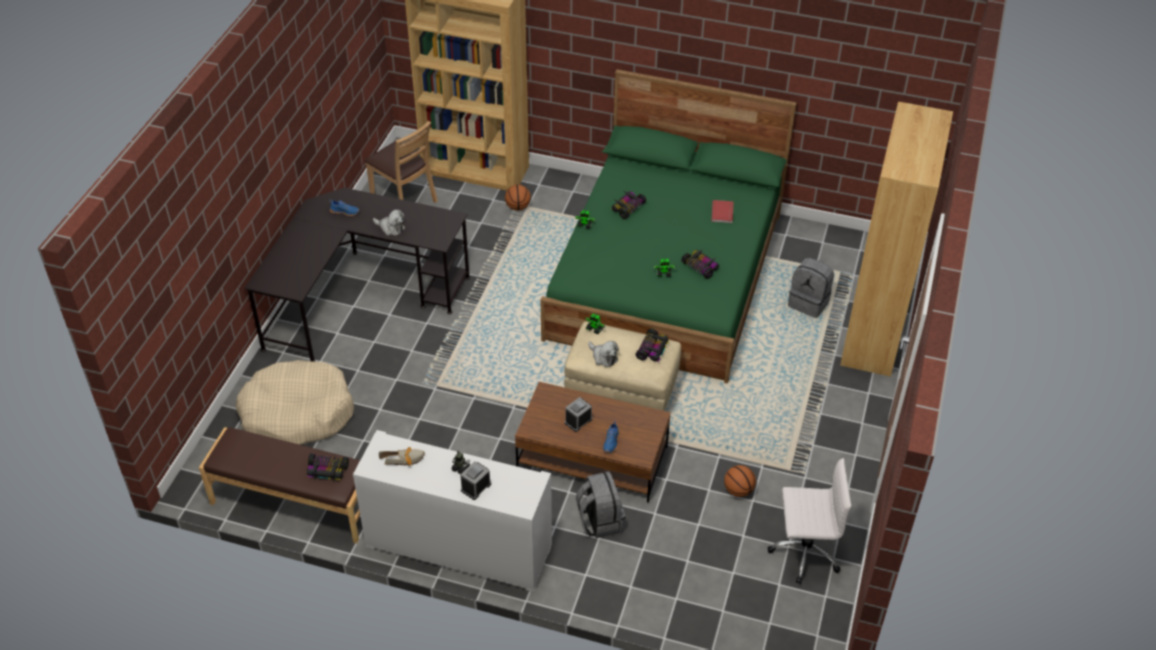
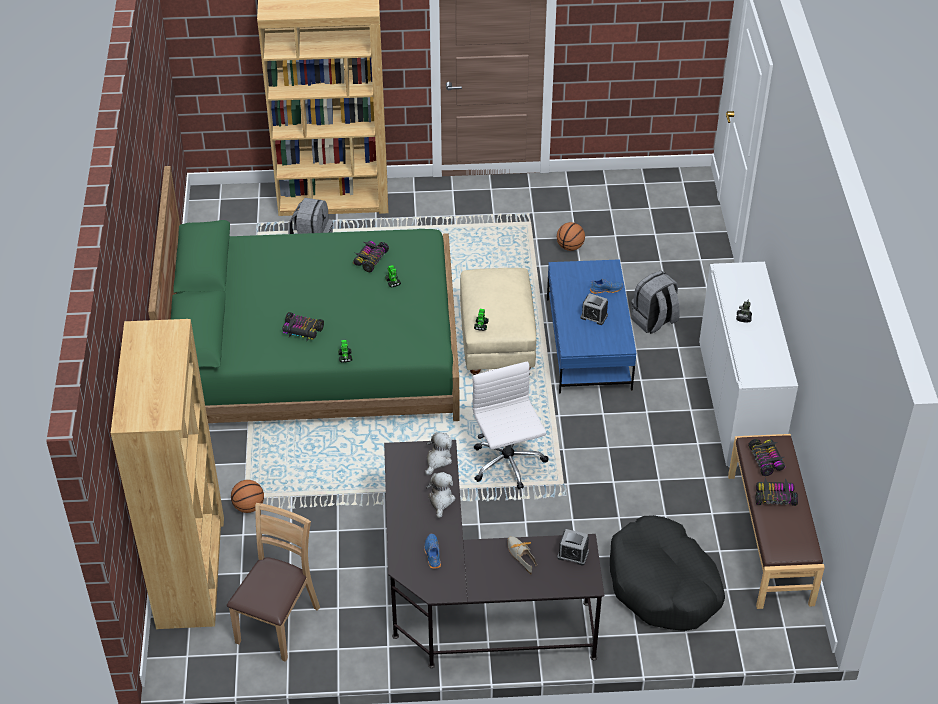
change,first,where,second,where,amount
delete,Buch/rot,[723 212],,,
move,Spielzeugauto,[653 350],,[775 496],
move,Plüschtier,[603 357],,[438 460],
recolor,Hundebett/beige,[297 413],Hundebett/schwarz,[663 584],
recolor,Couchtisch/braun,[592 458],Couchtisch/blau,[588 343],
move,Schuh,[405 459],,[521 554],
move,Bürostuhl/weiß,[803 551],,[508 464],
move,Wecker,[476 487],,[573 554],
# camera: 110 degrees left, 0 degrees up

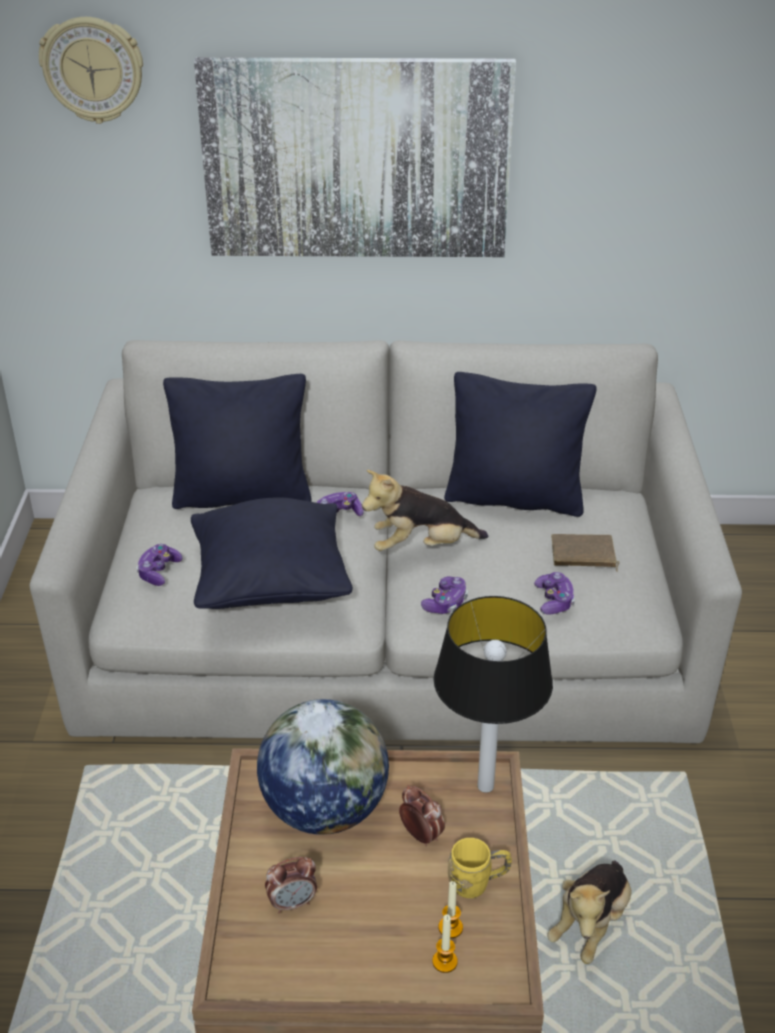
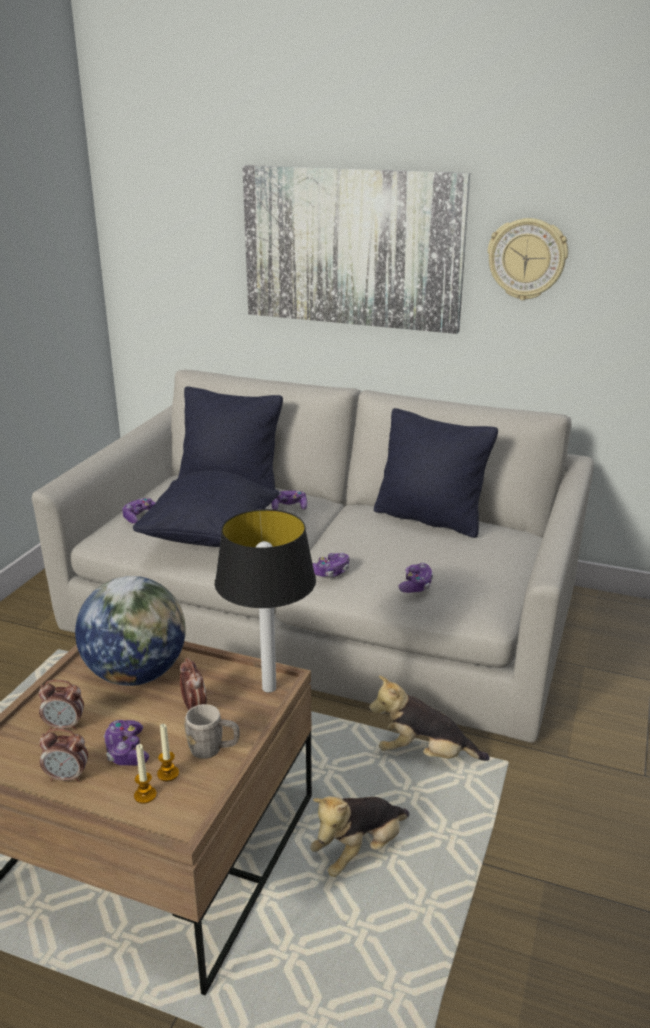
change,first,where,second,where,amount
move,Wanduhr,[93 69],,[527 259],
move,Plüschtier,[421 547],,[424 754],
delete,Buch/braun,[582 555],,,
recolor,Henkelbecher/gelb,[478 883],Henkelbecher/grau,[213 750],
insert,,,Gamepad,[126 751],
insert,,,Wecker,[67 777],
# camera: 20 degrees right, 10 degrees down

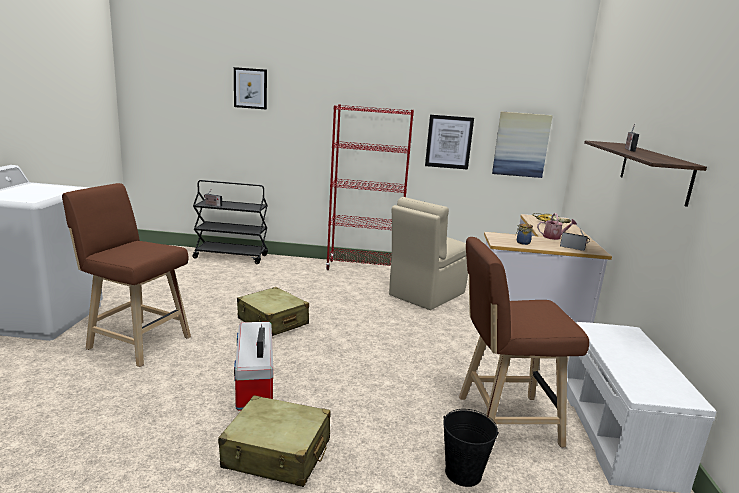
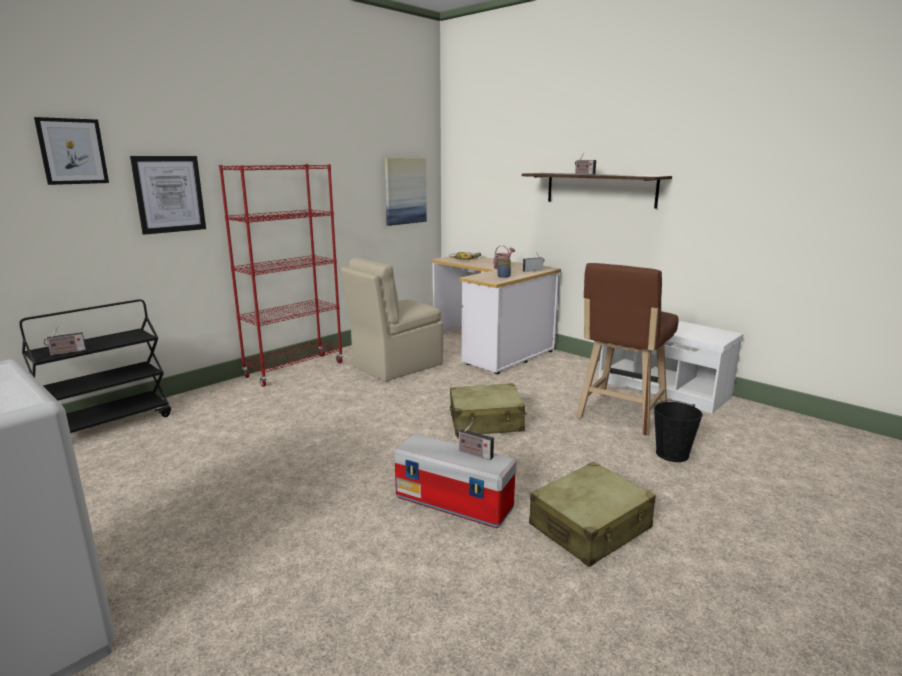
change,first,where,second,where,amount
move,Bild,[449 142],,[169 194],
delete,Hocker/braun,[136 341],,,
rotate,Stuhl/beige,[425 294],,[395 366],60 degrees clockwise
move,Koffer/beige,[272 322],,[486 422],
# camera: 50 degrees left, 0 degrees up

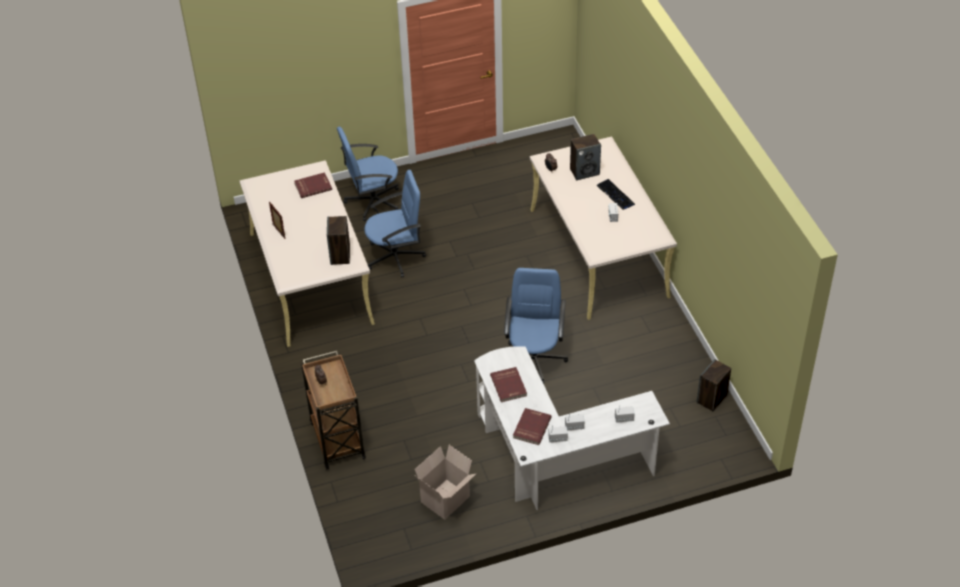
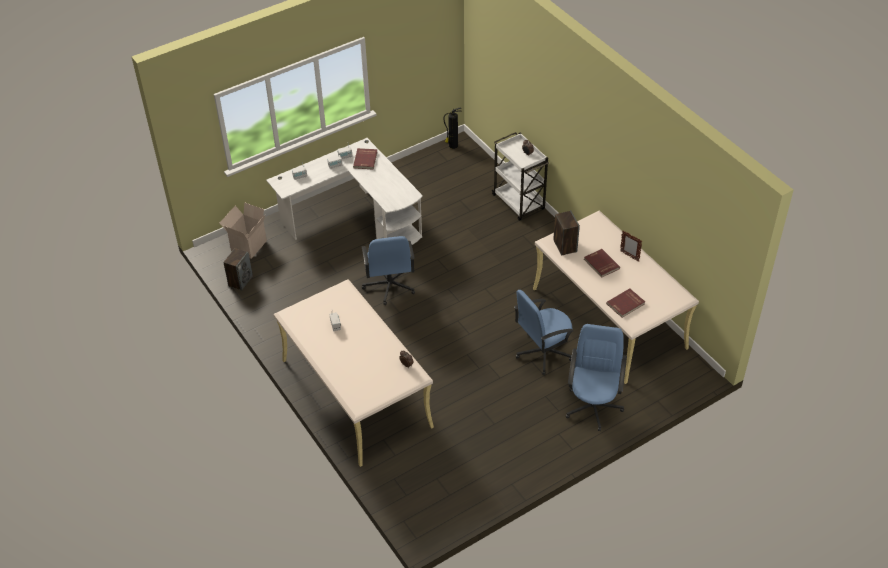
change,first,where,second,where,amount
rotate,Bürostuhl/blau,[372 201],,[593 406],45 degrees counterclockwise
delete,Lautsprecher,[584 171],,,
delete,Tastatur,[615 195],,,
recolor,Rollwagen/braun,[337 439],Rollwagen/weiß,[519 203],
move,Buch/rot,[509 385],,[601 264],
move,Karton,[446 500],,[248 245],
insert,,,Feuerlöscher,[452 146],
# camera: 165 degrees right, 0 degrees up

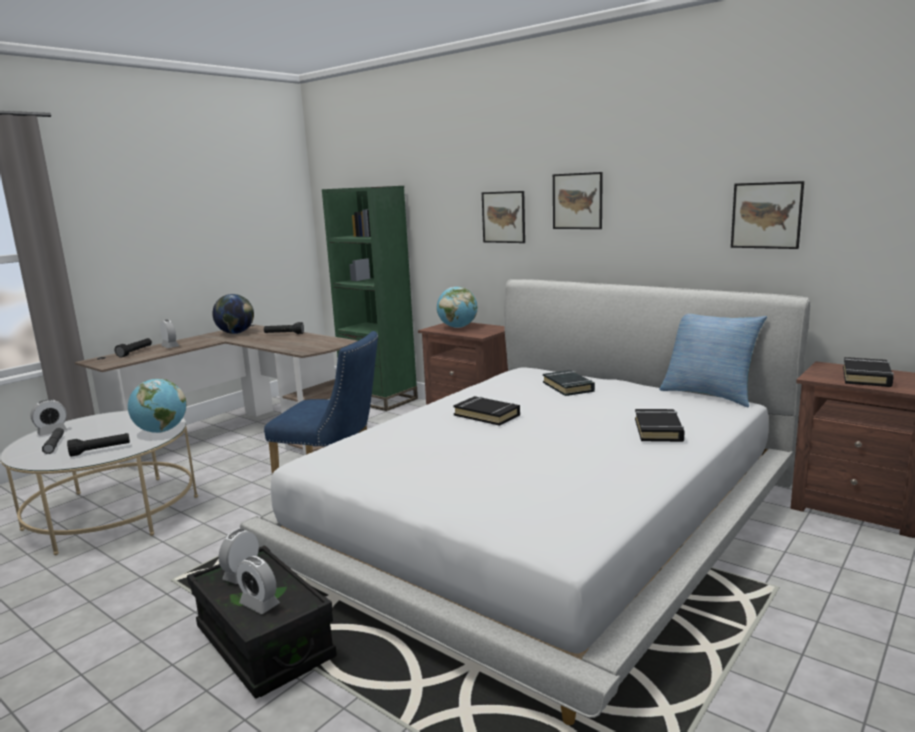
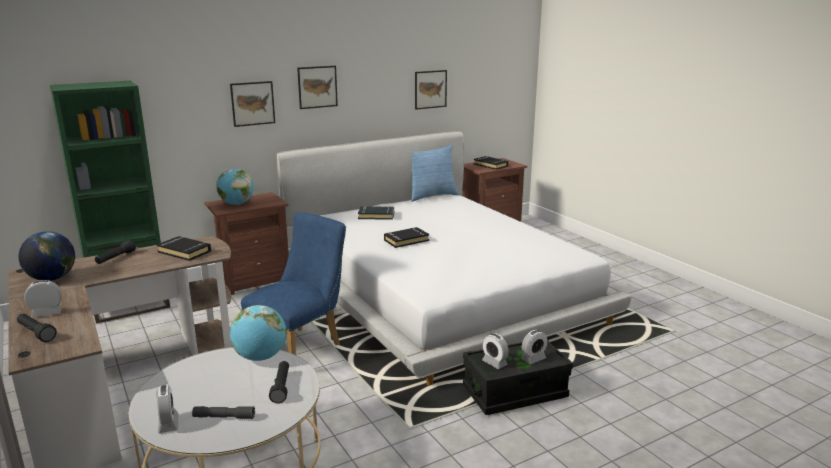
change,first,where,second,where,amount
move,Buch/schwarz,[658 430],,[185 252],
# camera: 70 degrees left, 5 degrees up

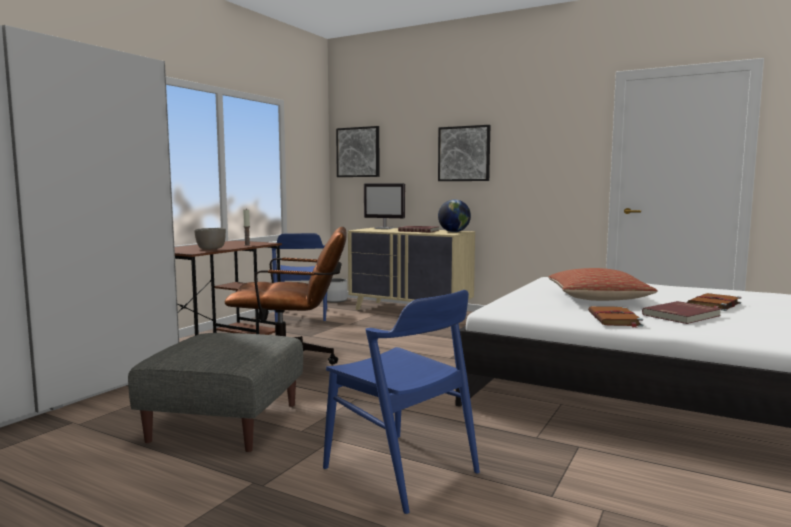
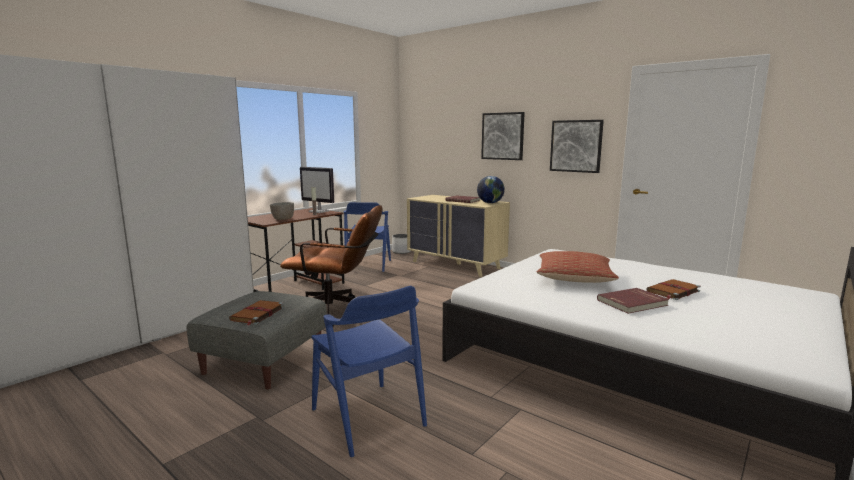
change,first,where,second,where,amount
move,Bild,[358 152],,[576 146],
move,Monitor,[384 228],,[319 211],
move,Buch/braun,[614 319],,[257 314],
# camera: 10 degrees right, 5 degrees up

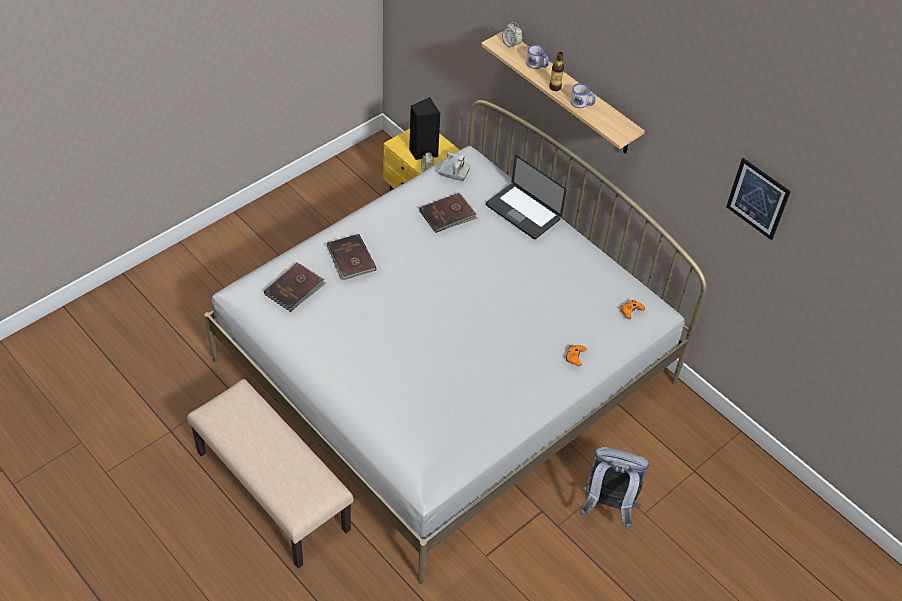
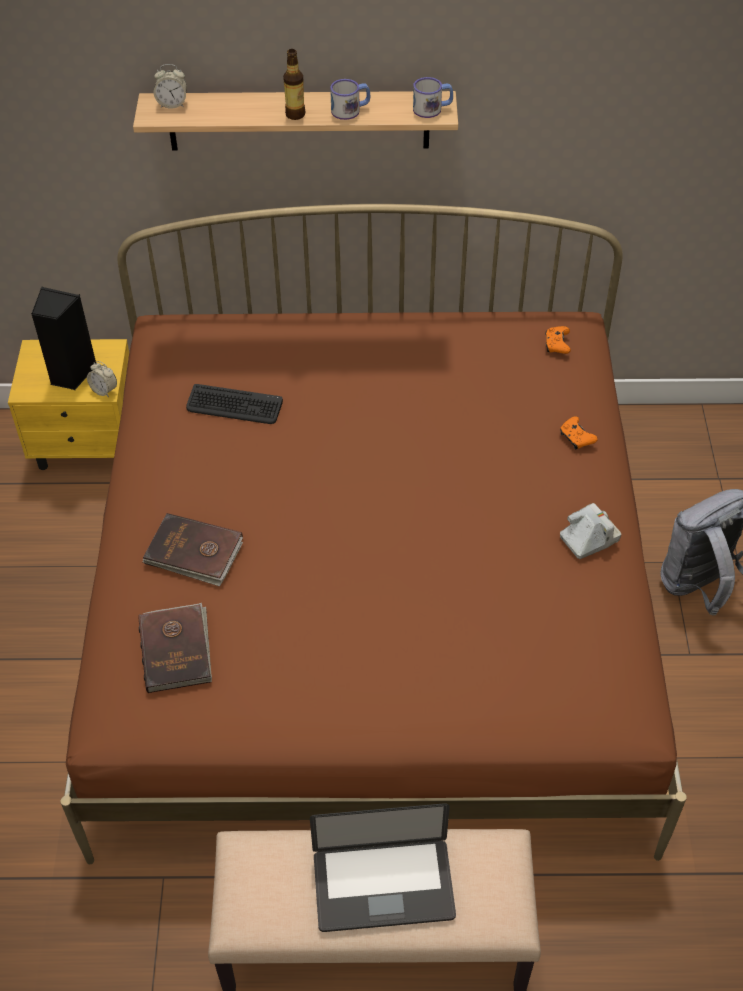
change,first,where,second,where,amount
move,Henkelbecher,[537 64],,[432 109],
recolor,Bett/weiß,[446 371],Bett/braun,[372 607],
move,Kamera,[453 172],,[589 539],
move,Laptop,[523 212],,[383 886],
delete,Bild,[758 198],,,
replace,Buch/braun,[448 215],Tastatur,[234 405],
# camera: 45 degrees left, 0 degrees up

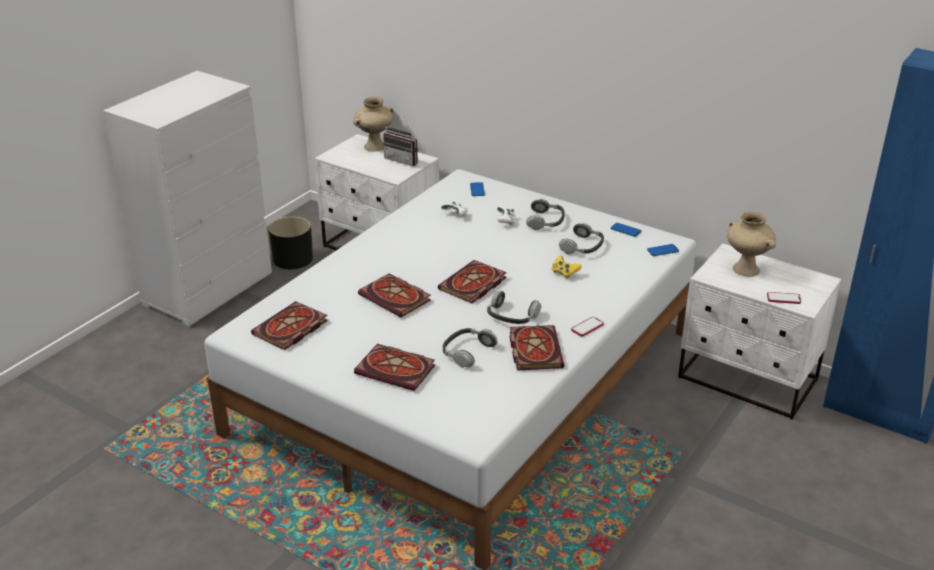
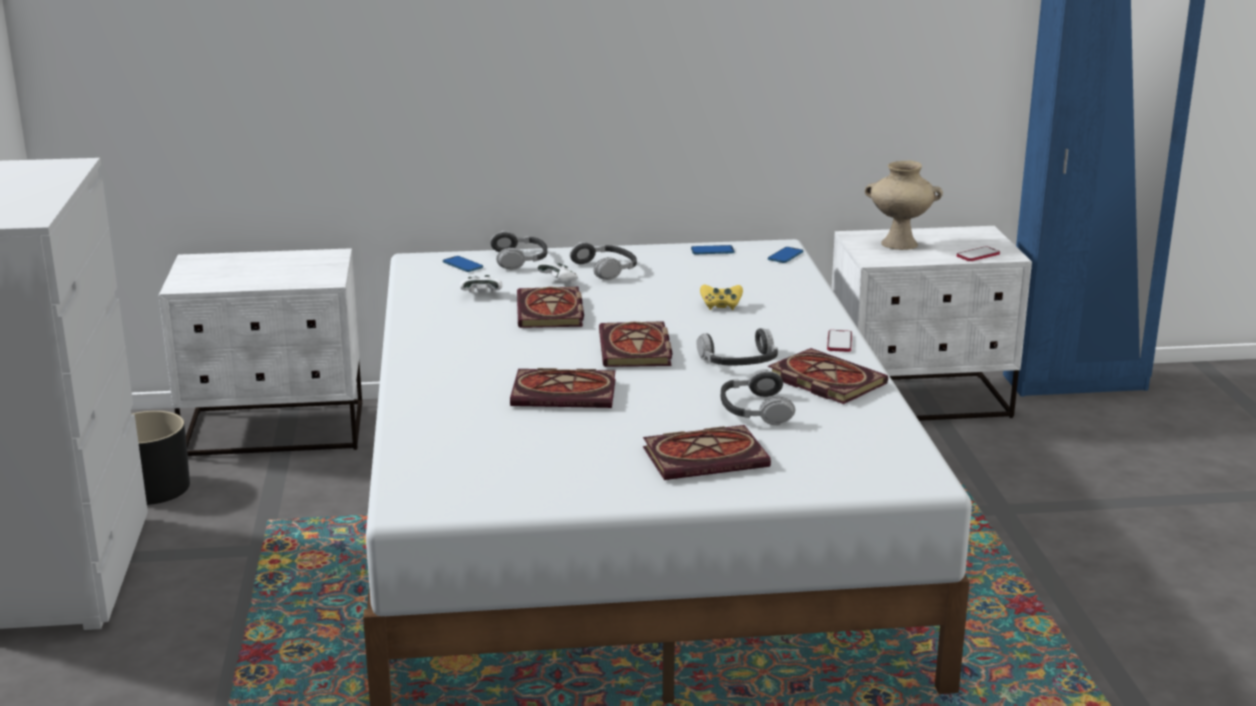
change,first,where,second,where,amount
delete,Vase/beige,[374 147],,,
delete,Radio,[403 160],,,
move,Kopfhörer,[583 246],,[520 259],
move,Buch,[290 329],,[551 313],
# camera: 40 degrees left, 10 degrees down

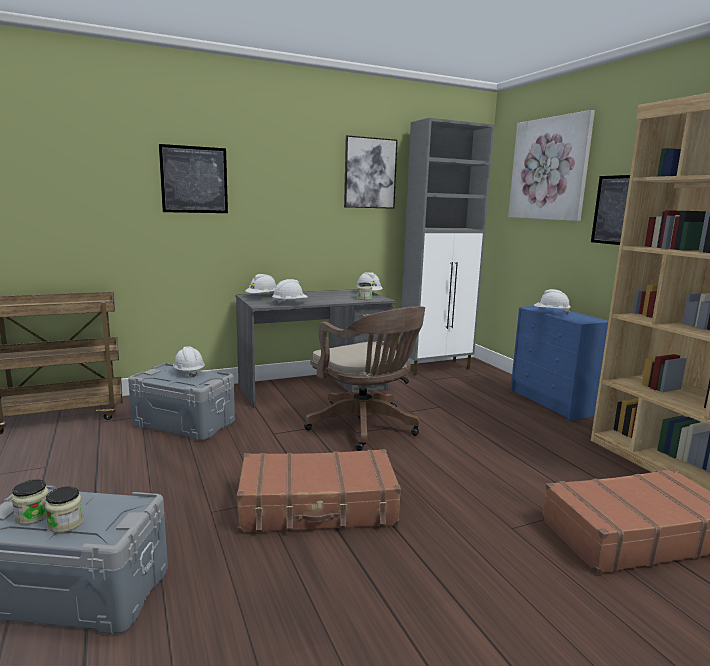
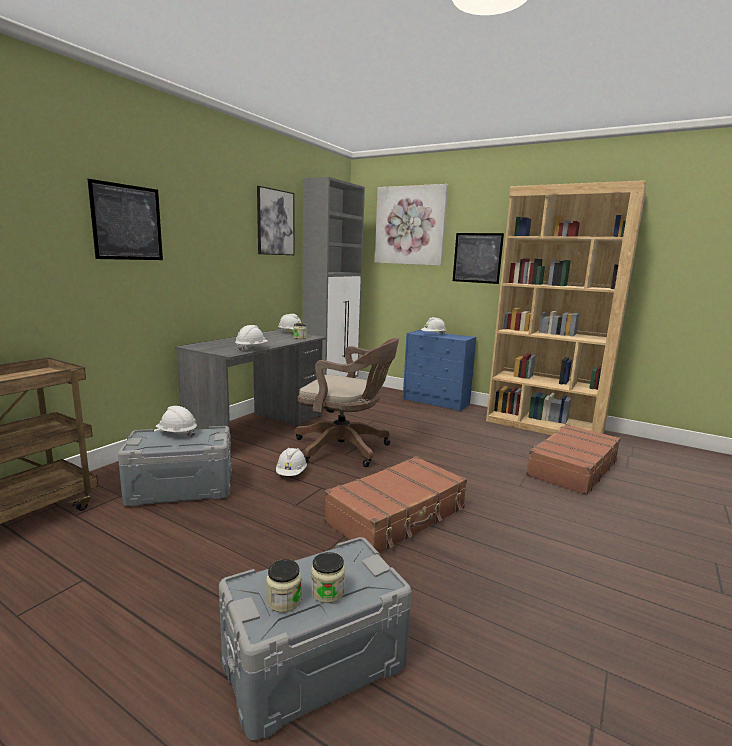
change,first,where,second,where,amount
move,Schutzhelm/weiß,[262 297],,[291 473],
# camera: 35 degrees left, 0 degrees up

